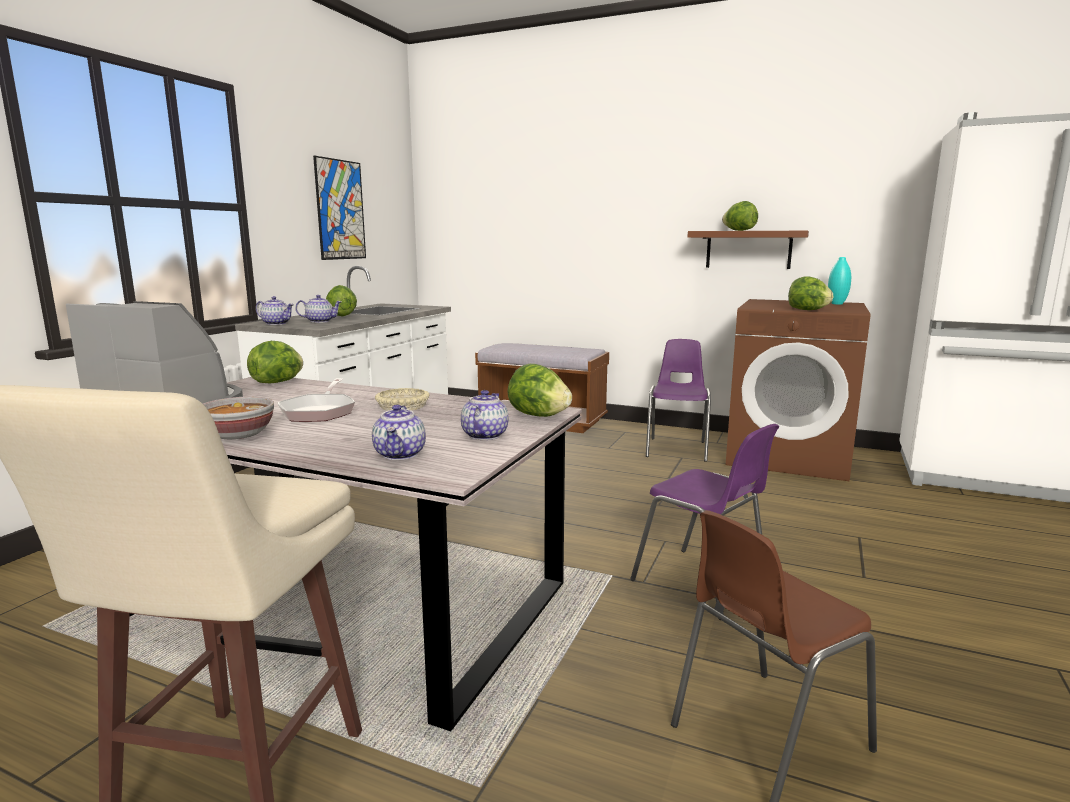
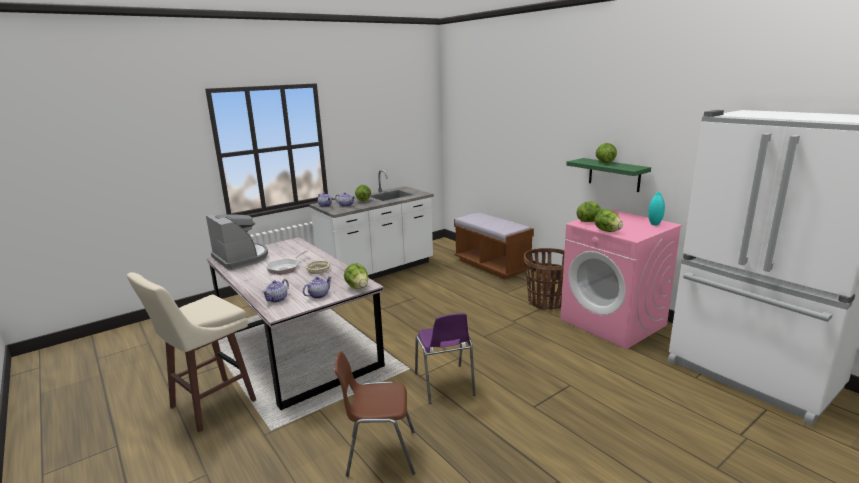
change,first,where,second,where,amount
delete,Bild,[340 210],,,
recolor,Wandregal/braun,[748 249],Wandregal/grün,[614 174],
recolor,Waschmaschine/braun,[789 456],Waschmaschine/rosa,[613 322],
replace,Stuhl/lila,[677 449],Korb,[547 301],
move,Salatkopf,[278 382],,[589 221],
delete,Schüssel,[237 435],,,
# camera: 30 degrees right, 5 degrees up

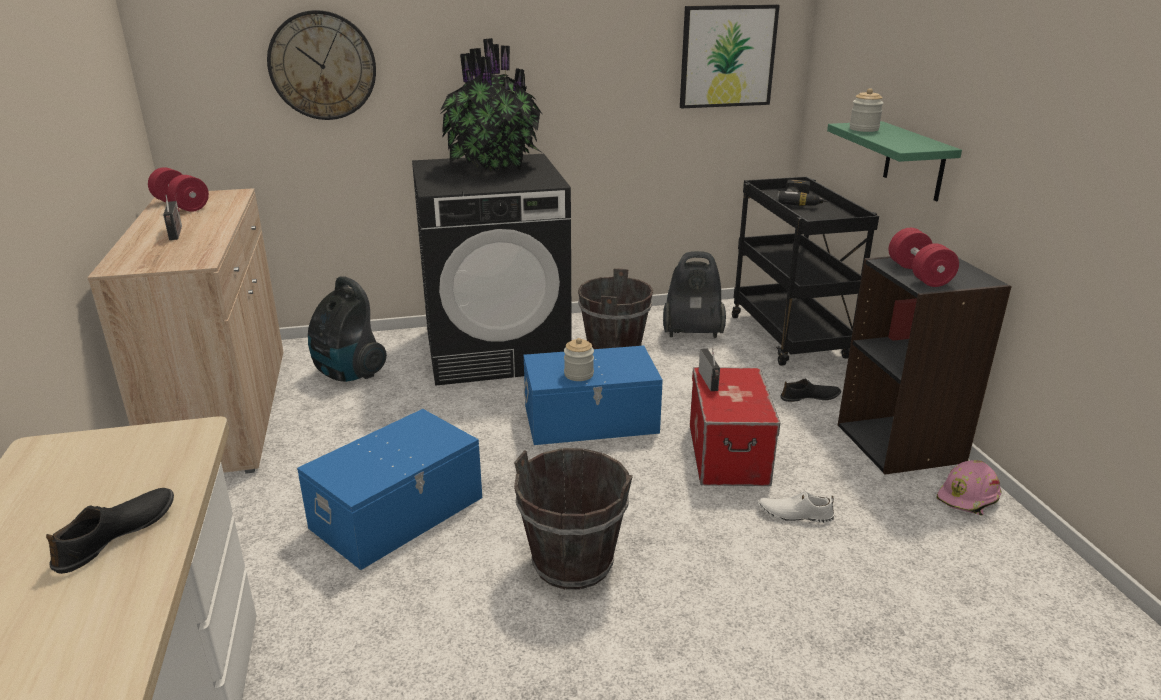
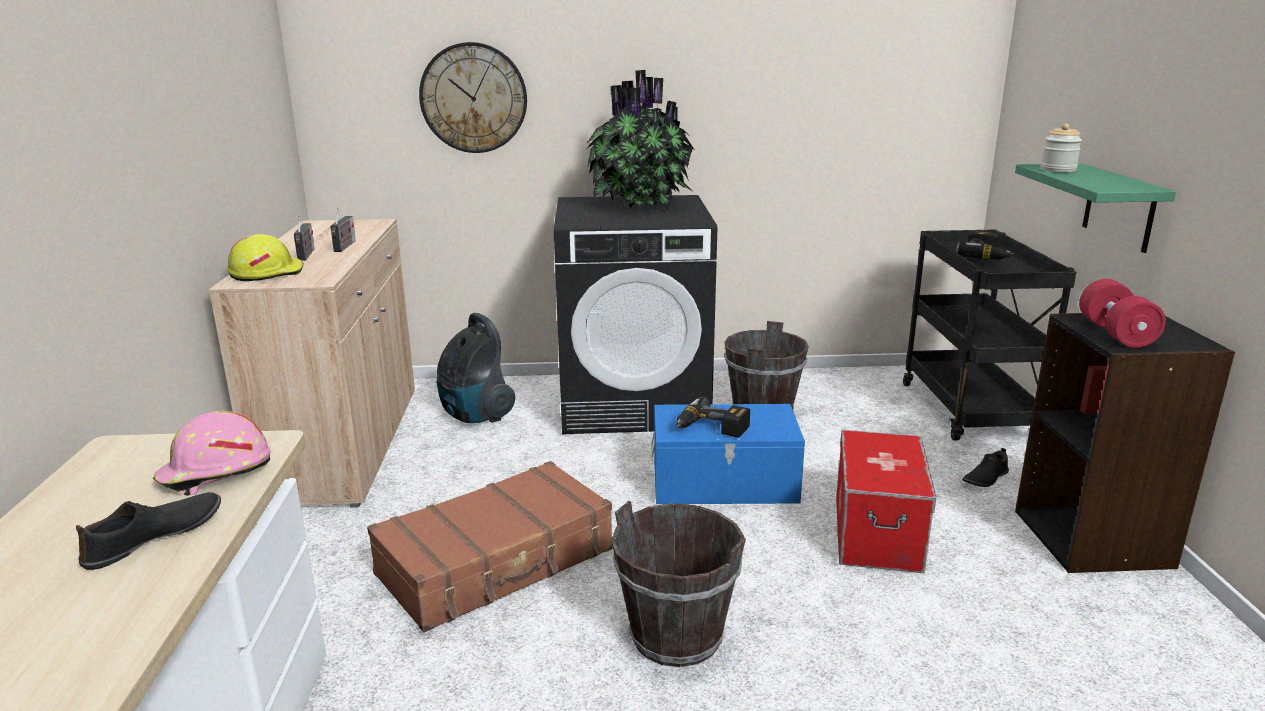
change,first,where,second,where,amount
delete,Bild,[727 56],,,
delete,Hantel/rot,[181 205],,,
delete,Staubsauger,[691 332],,,
replace,Vorratsglas,[579 374],Bohrmaschine,[711 429],
move,Radio,[709 382],,[345 247],
rotate,Schuh/schwarz,[810 397],,[985 478],135 degrees clockwise
replace,Aufbewahrungsbox/blau,[399 513],Koffer/braun,[497 563],
move,Schutzhelm/rosa,[968 498],,[215 473],
delete,Schuh/weiß,[794 514],,,
insert,,,Schutzhelm/gelb,[267 273],
# camera: 10 degrees right, 5 degrees down

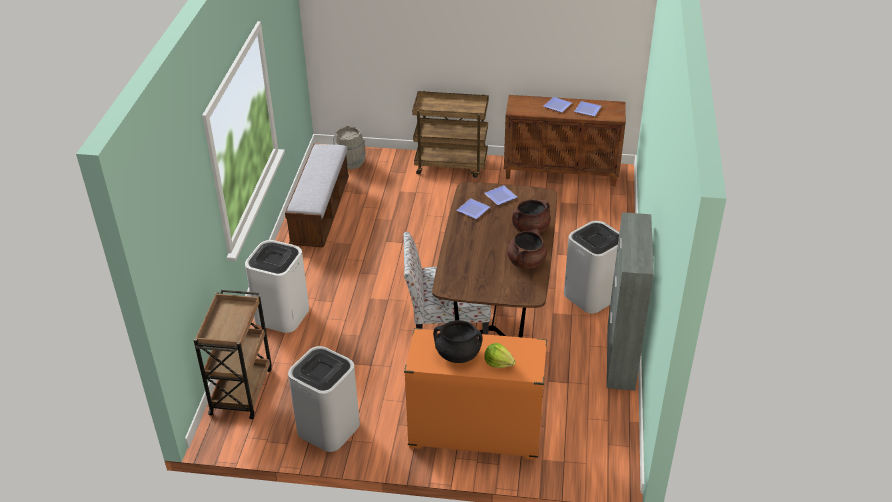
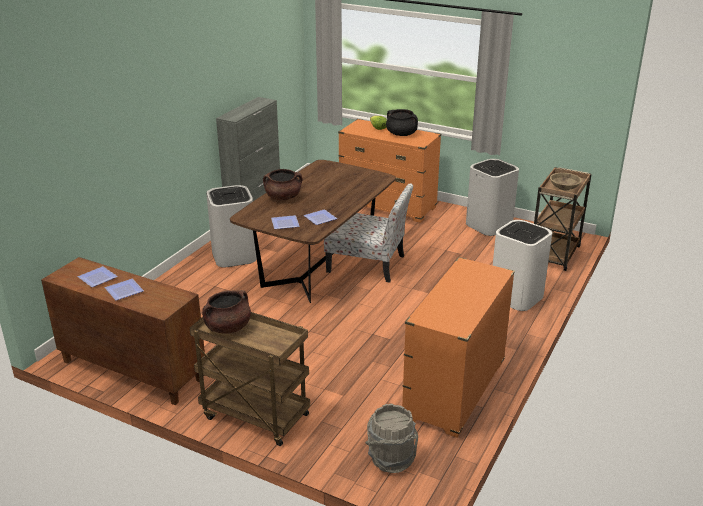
change,first,where,second,where,amount
replace,Bank,[321 212],Kommode/orange,[454 390],
move,Kochtopf/braun,[526 262],,[228 327],
insert,,,Schüssel/beige,[564 187],
# camera: 160 degrees left, 10 degrees down

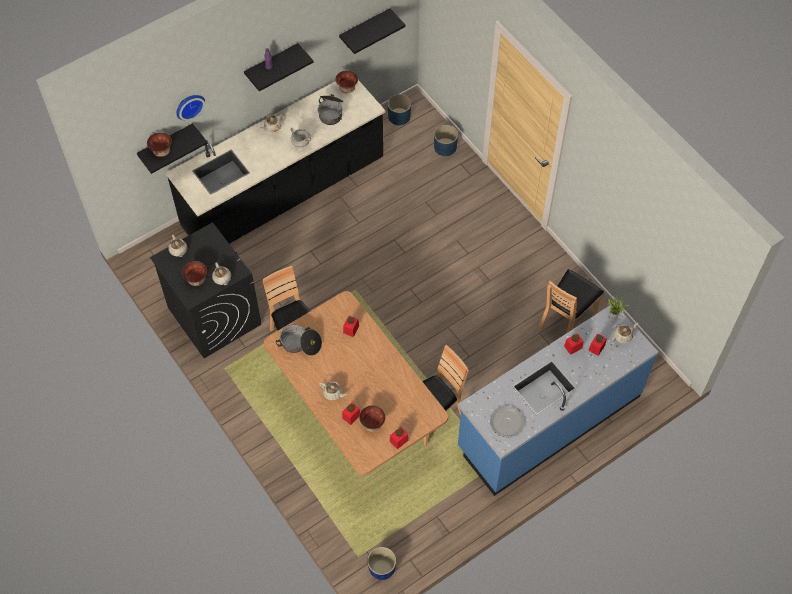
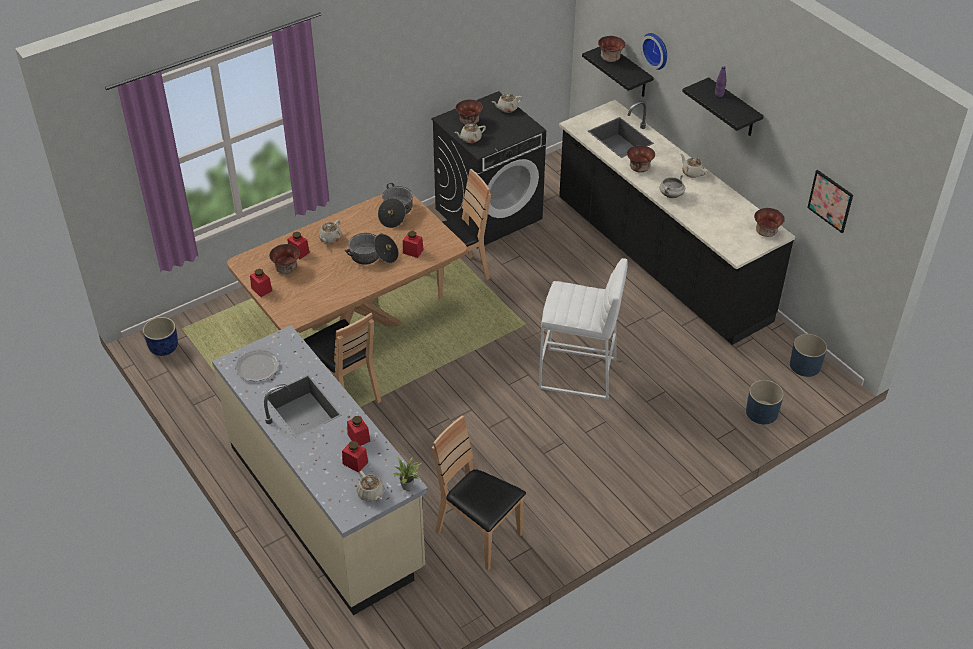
change,first,where,second,where,amount
replace,Wandregal/schwarz,[364 29],Bild,[830 201],
move,Kochtopf,[331 112],,[373 256],
recolor,Küchenzeile/blau,[548 421],Küchenzeile/beige,[326 507],
insert,,,Schüssel,[639 168],
insert,,,Hocker/weiß,[578 374],
# camera: 90 degrees right, 15 degrees down

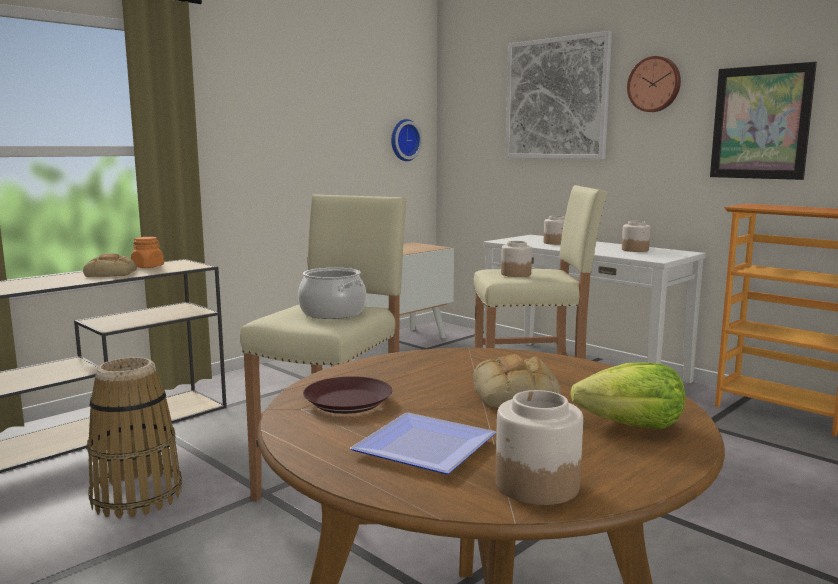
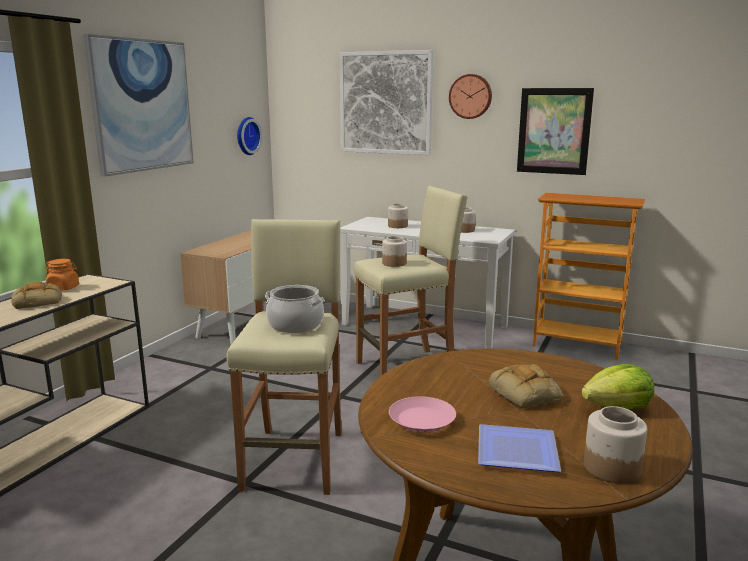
change,first,where,second,where,amount
delete,Korb,[137 496],,,
recolor,Teller/braun,[348 401],Teller/rosa,[422 419],
insert,,,Bild,[142 105],
# camera: 20 degrees left, 5 degrees up

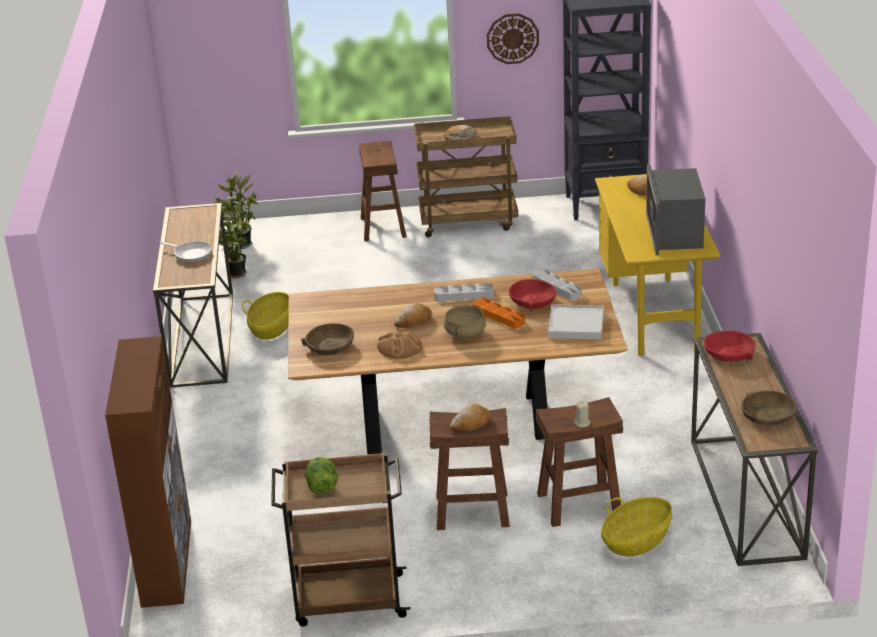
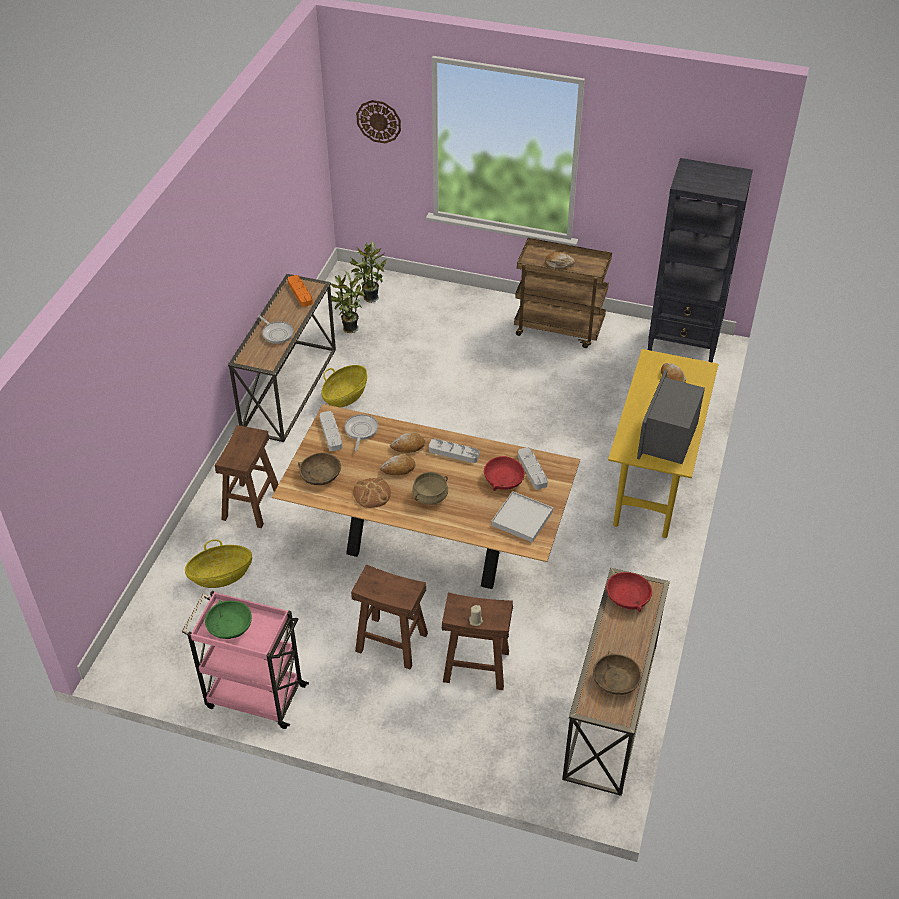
change,first,where,second,where,amount
move,Wanduhr,[512 38],,[379 121],
move,Hocker/braun,[382 227],,[251 504],
move,Tablett/orange,[498 316],,[300 293],
delete,Schrank/braun,[167 562],,,
move,Brot,[471 424],,[408 446],
recolor,Rollwagen/braun,[347 600],Rollwagen/rosa,[254 696],
replace,Salatkopf,[322 486],Schüssel/grün,[229 625],
move,Korb,[636 541],,[221 575],
insert,,,Tablett/grau,[331 433],
insert,,,Pfanne,[360 431],
# camera: 20 degrees right, 15 degrees up

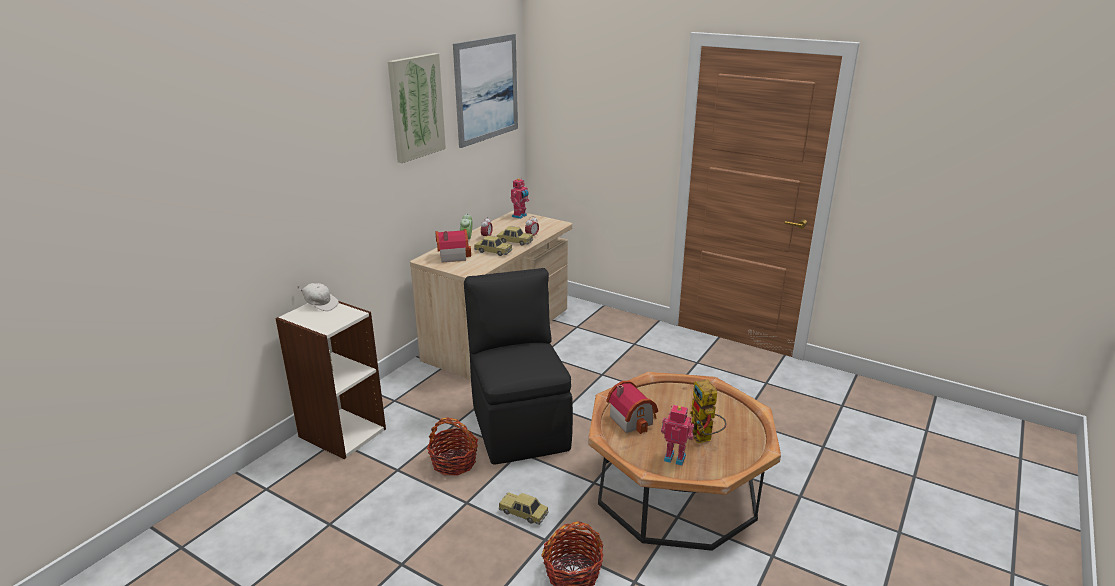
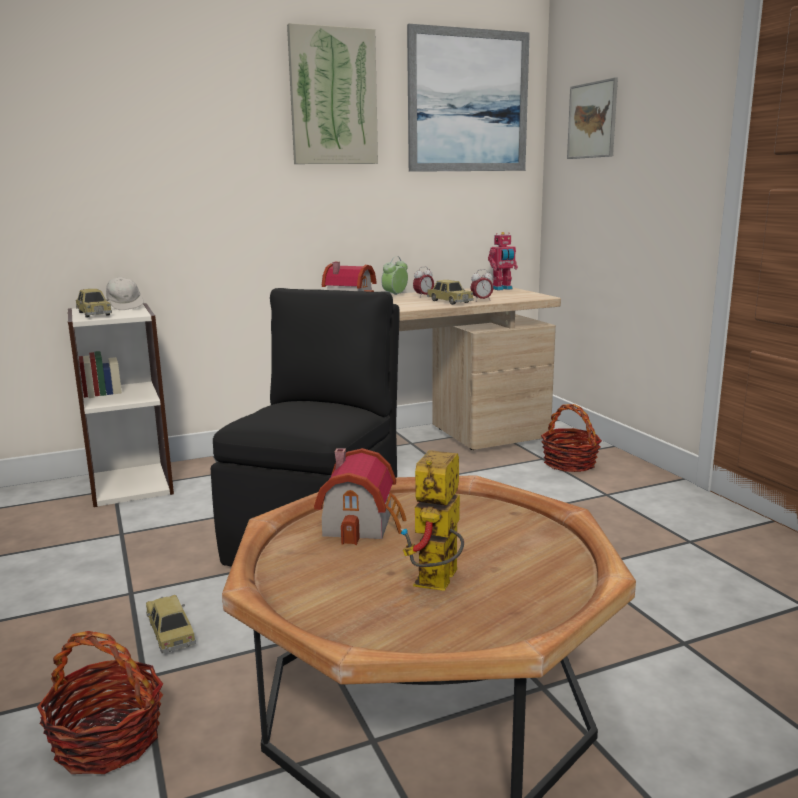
change,first,where,second,where,amount
move,Spielzeugauto,[493 251],,[94 314],
delete,Spielzeugroboter,[675 457],,,
move,Korb,[454 462],,[569 463],
insert,,,Bild,[592 120],
# camera: 35 degrees right, 10 degrees down

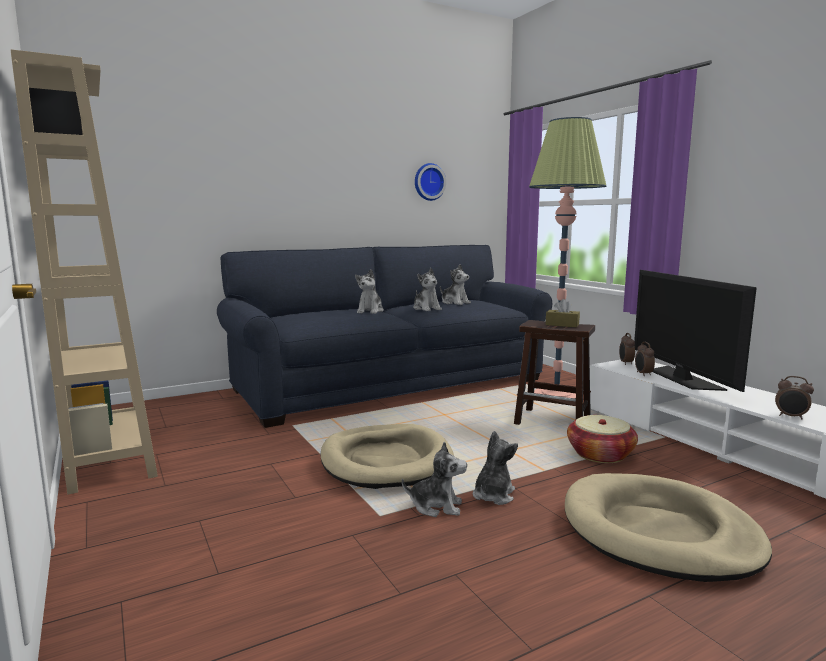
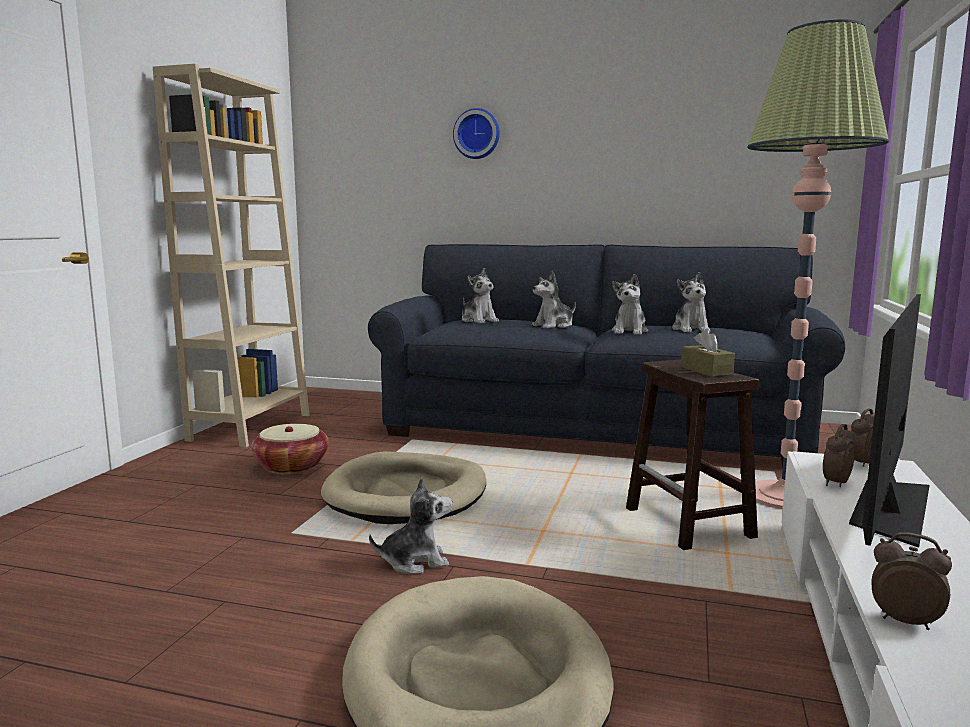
change,first,where,second,where,amount
move,Wanduhr,[428 182],,[477 134],
rotate,Wecker,[791 417],,[905 620],135 degrees clockwise
move,Korb,[600 454],,[291 466],
move,Plüschtier,[436 506],,[478 320],
# camera: 45 degrees right, 0 degrees up

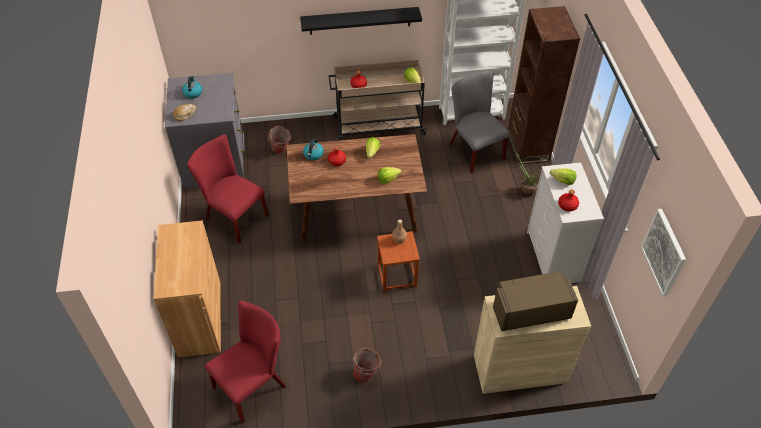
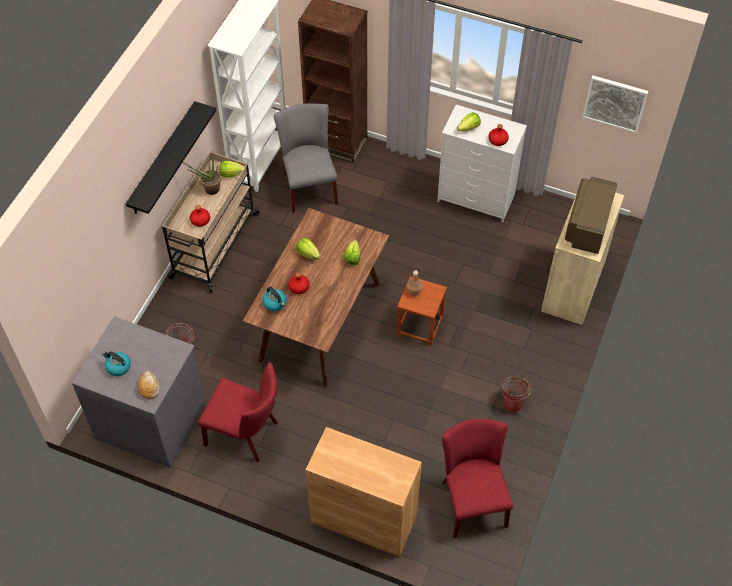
change,first,where,second,where,amount
rotate,Stuhl/grau,[473 149],,[308 185],75 degrees clockwise
rotate,Stuhl/rot,[233 216],,[246 434],135 degrees counterclockwise
move,Topfpflanze,[525 190],,[209 190],
# camera: 60 degrees left, 5 degrees up

